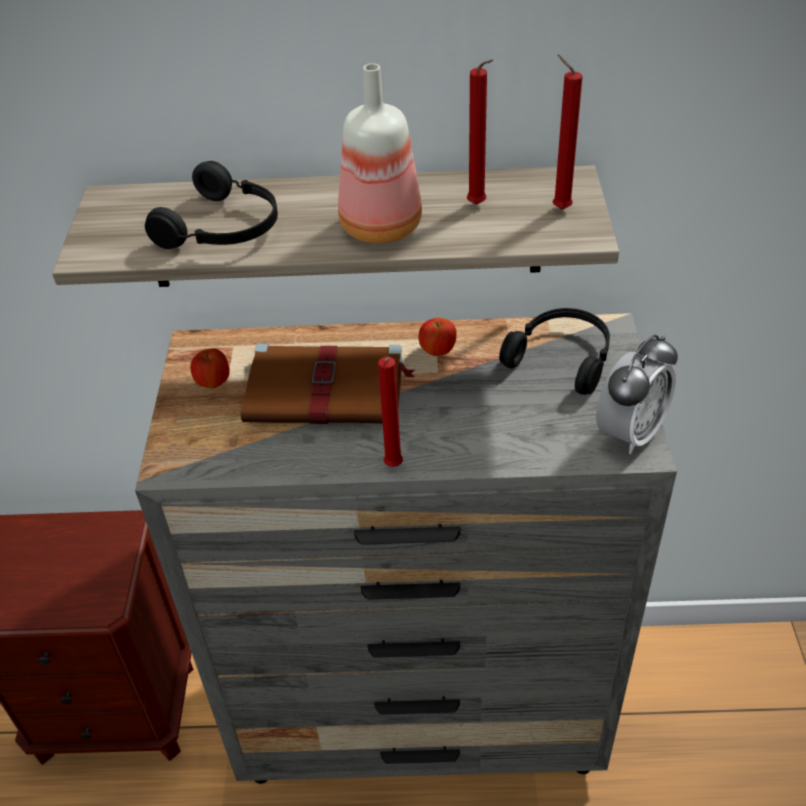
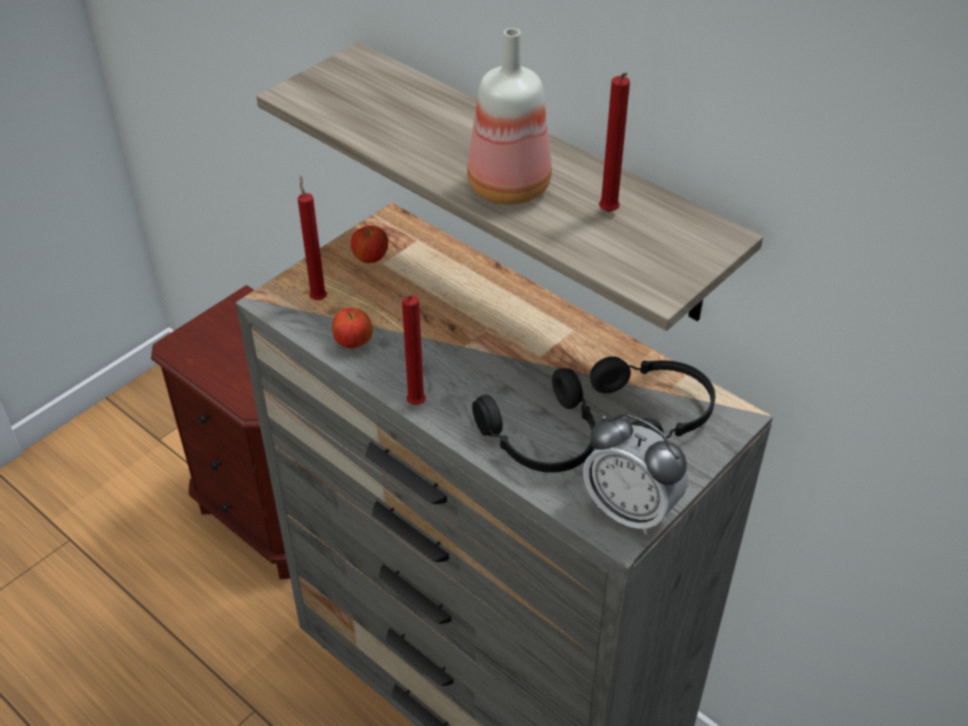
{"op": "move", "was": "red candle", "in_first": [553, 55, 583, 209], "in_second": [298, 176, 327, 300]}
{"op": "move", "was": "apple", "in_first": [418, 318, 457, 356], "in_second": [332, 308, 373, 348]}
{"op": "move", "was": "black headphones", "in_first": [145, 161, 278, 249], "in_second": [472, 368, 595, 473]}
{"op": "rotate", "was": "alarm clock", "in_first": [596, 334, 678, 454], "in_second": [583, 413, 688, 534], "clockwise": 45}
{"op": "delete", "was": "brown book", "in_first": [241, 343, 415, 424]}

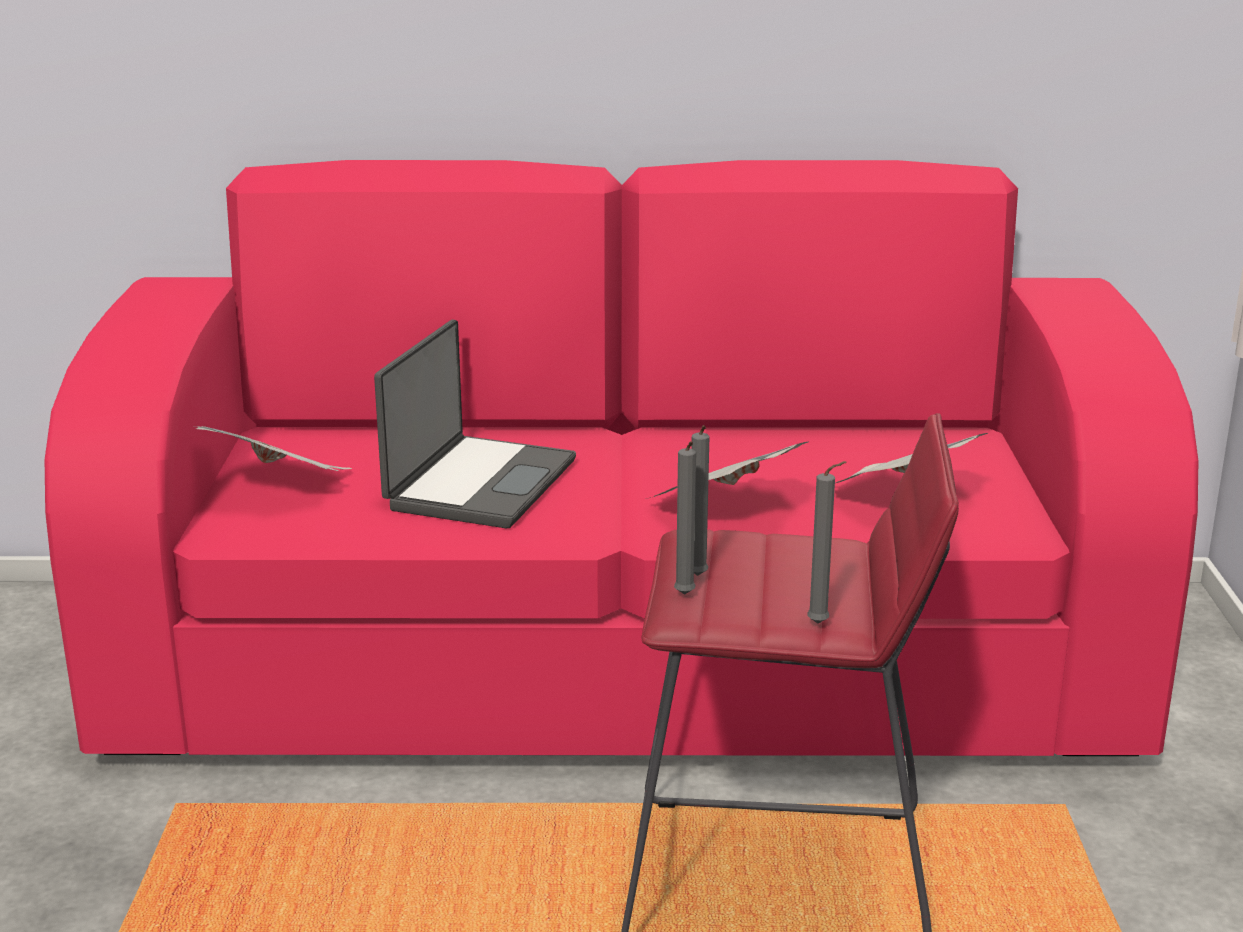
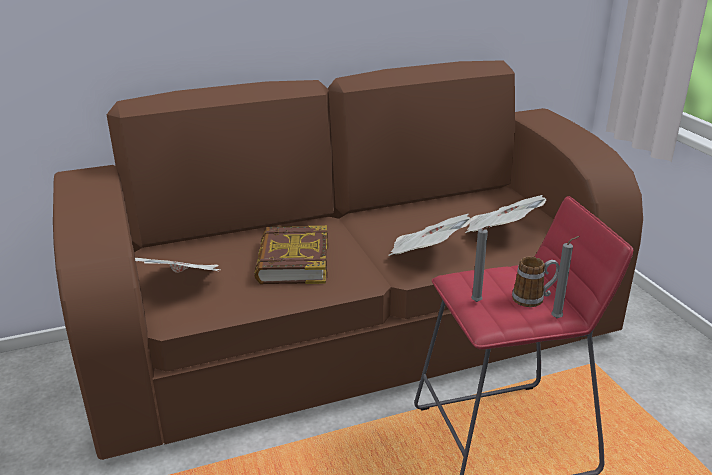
{"op": "recolor", "was": "pink sofa", "now": "brown sofa", "in_first": [45, 160, 1198, 756], "in_second": [53, 60, 643, 460]}
{"op": "replace", "was": "laptop", "now": "book", "in_first": [374, 320, 576, 528], "in_second": [255, 226, 328, 284]}
{"op": "insert", "now": "mug", "in_second": [512, 256, 560, 307]}
{"op": "delete", "was": "grey candle", "in_first": [674, 441, 696, 595]}

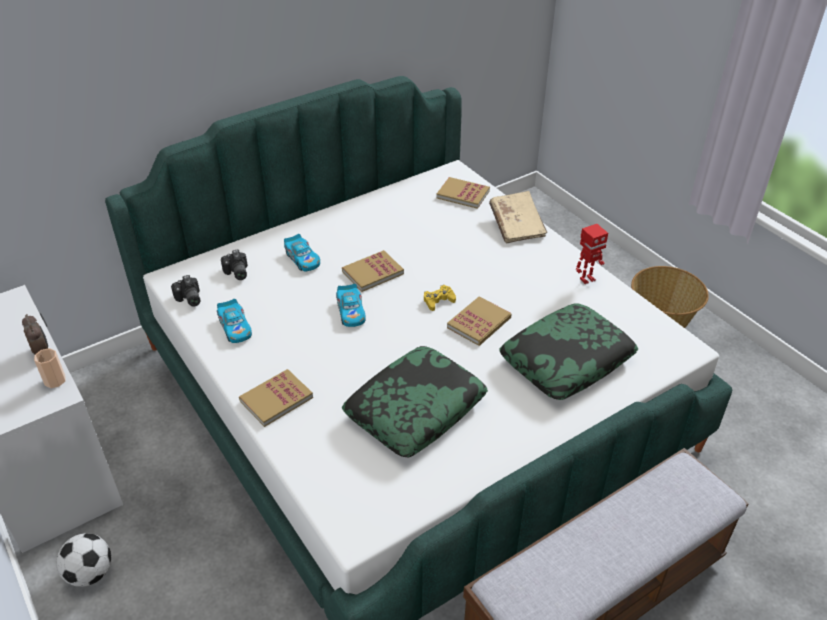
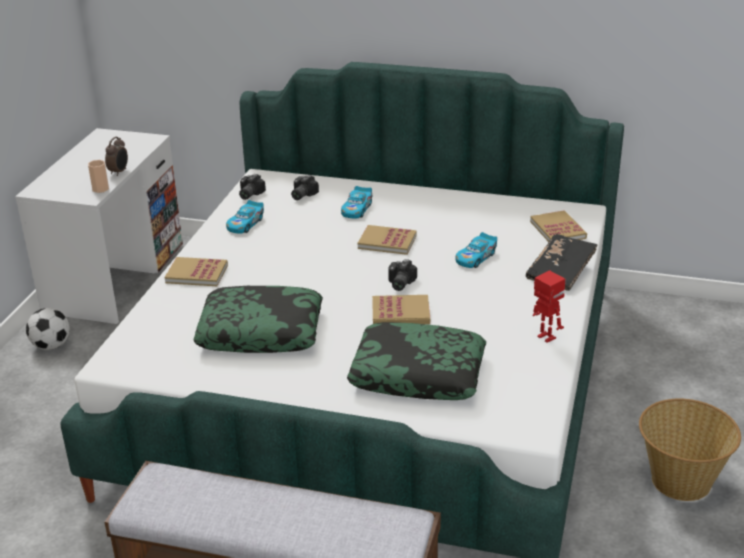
{"op": "replace", "was": "yellow game controller", "now": "photo camera", "in_first": [424, 285, 456, 311], "in_second": [388, 259, 417, 291]}
{"op": "move", "was": "toy car", "in_first": [336, 284, 366, 327], "in_second": [456, 232, 497, 268]}
{"op": "recolor", "was": "beige book", "now": "black book", "in_first": [489, 191, 547, 243], "in_second": [526, 234, 597, 291]}
{"op": "rotate", "was": "toy robot", "in_first": [576, 224, 608, 284], "in_second": [533, 270, 566, 342], "clockwise": -150}

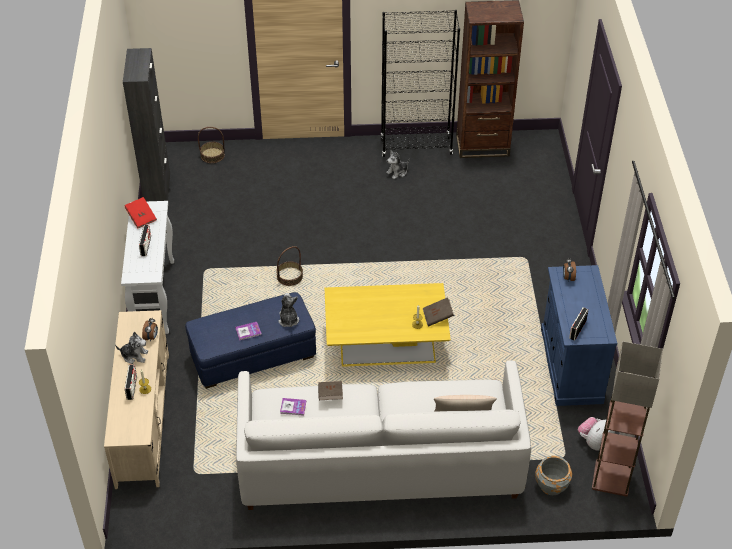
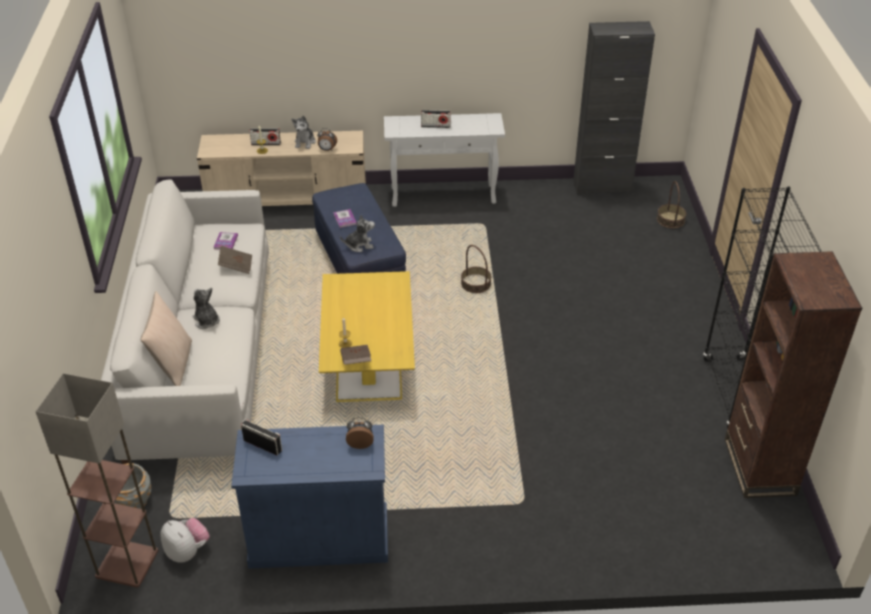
{"op": "move", "was": "plush toy", "in_first": [386, 150, 410, 179], "in_second": [192, 288, 220, 329]}
{"op": "delete", "was": "red book", "in_first": [125, 197, 157, 229]}

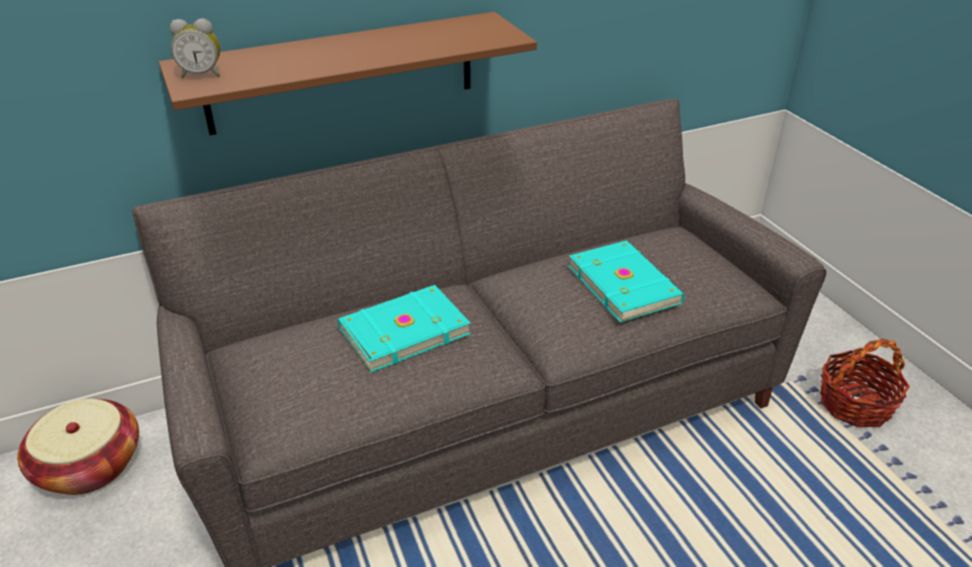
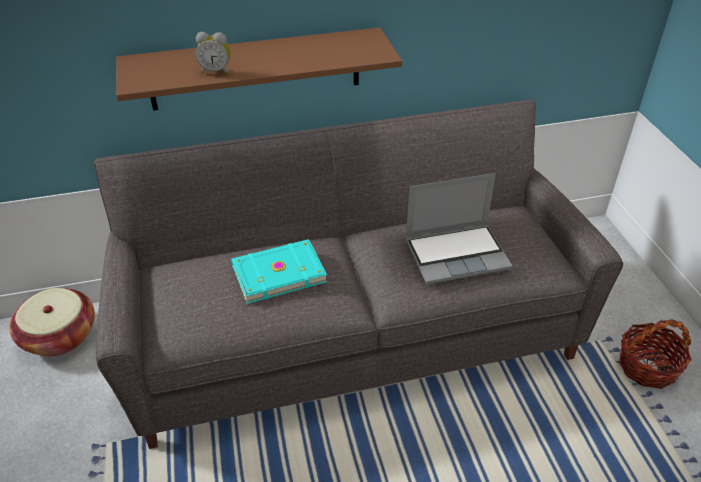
{"op": "move", "was": "alarm clock", "in_first": [170, 18, 220, 78], "in_second": [195, 32, 231, 74]}
{"op": "replace", "was": "turquoise book", "now": "laptop", "in_first": [568, 241, 685, 323], "in_second": [405, 173, 513, 284]}

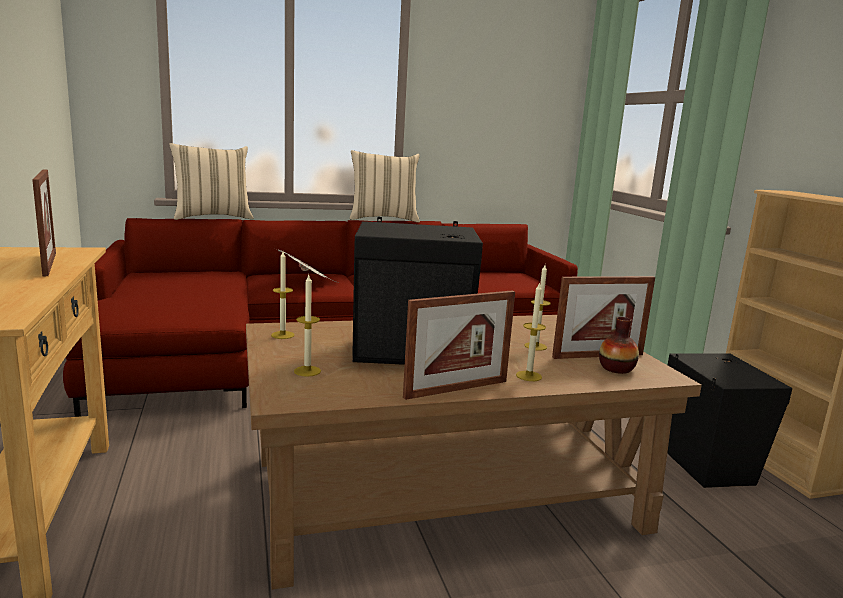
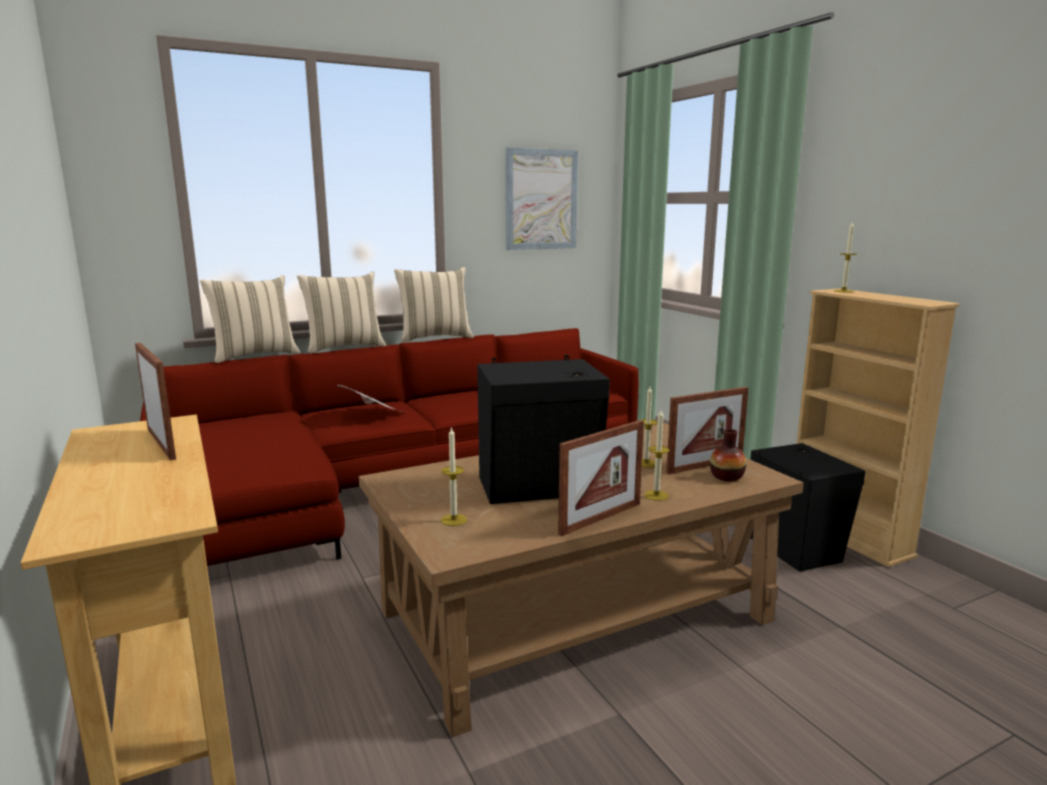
{"op": "insert", "now": "beige pillow", "in_second": [297, 272, 386, 354]}
{"op": "insert", "now": "picture", "in_second": [505, 148, 578, 250]}
{"op": "move", "was": "candle", "in_first": [271, 252, 295, 339], "in_second": [834, 222, 857, 293]}

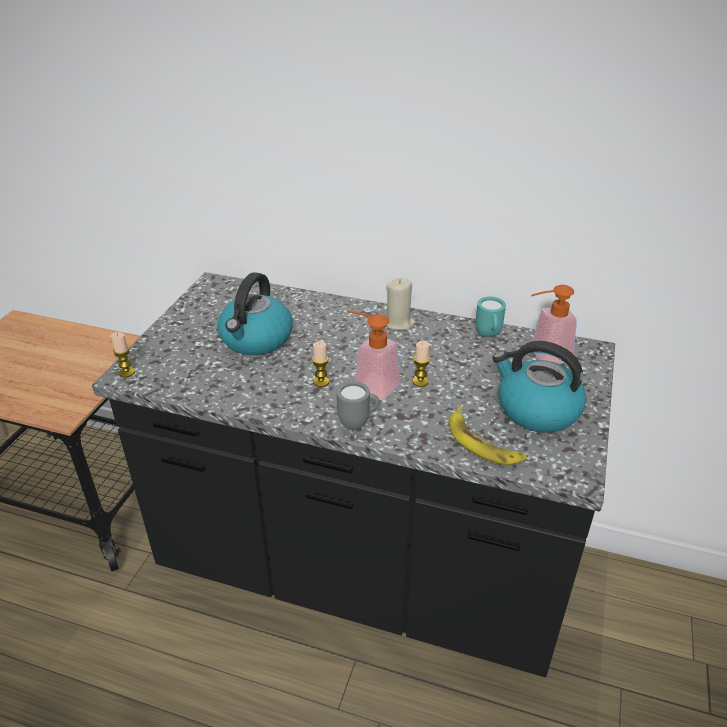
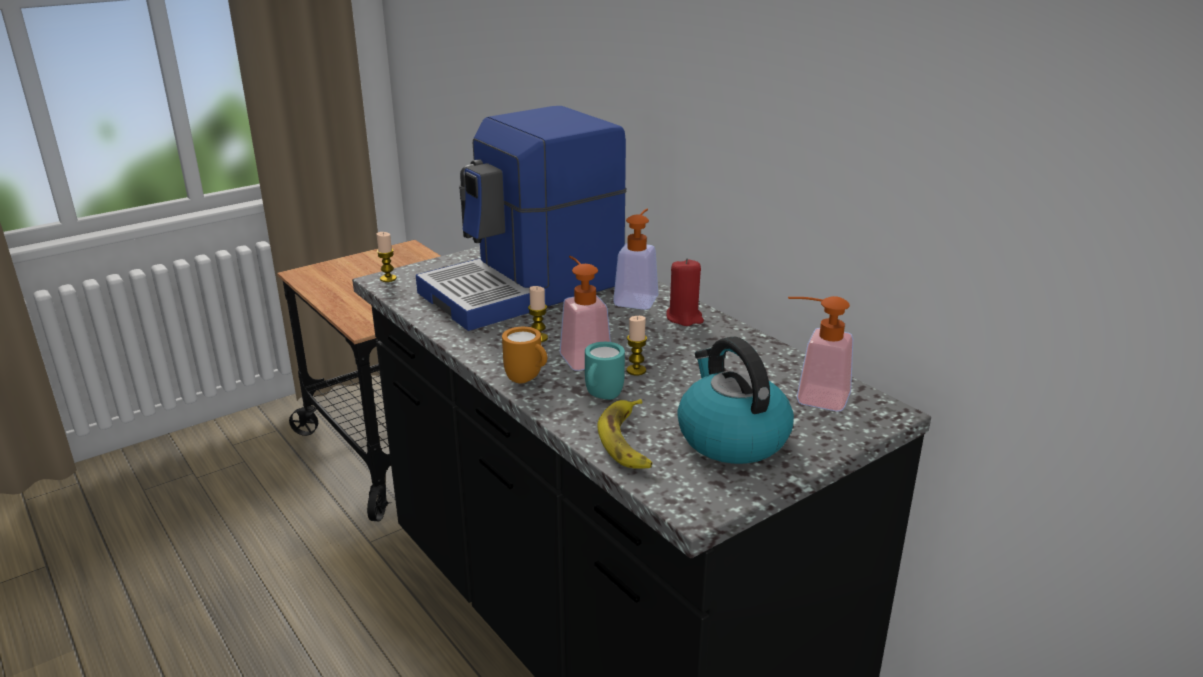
{"op": "replace", "was": "kettle", "now": "coffee machine", "in_first": [217, 272, 293, 355], "in_second": [416, 106, 626, 331]}
{"op": "recolor", "was": "grey mug", "now": "orange mug", "in_first": [337, 381, 380, 430], "in_second": [502, 327, 547, 384]}
{"op": "move", "was": "turquoise mug", "in_first": [476, 297, 506, 337], "in_second": [585, 342, 625, 400]}
{"op": "insert", "now": "soap dispenser", "in_second": [613, 209, 659, 310]}
{"op": "recolor", "was": "beige candle", "now": "red candle", "in_first": [386, 278, 416, 330], "in_second": [666, 258, 704, 326]}

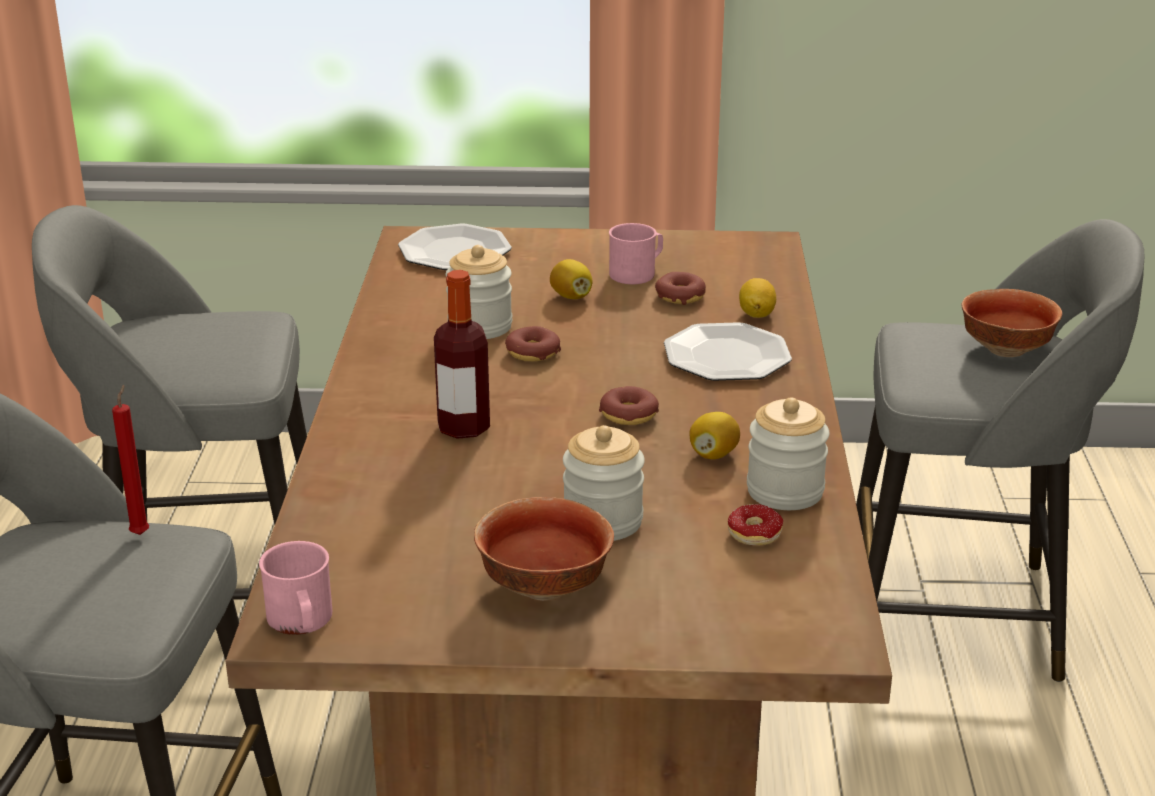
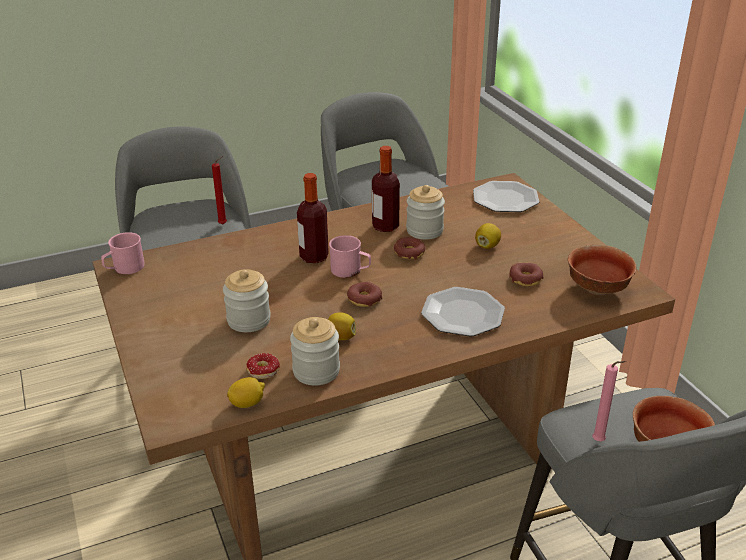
{"op": "move", "was": "lemon", "in_first": [739, 278, 776, 318], "in_second": [227, 377, 265, 408]}
{"op": "move", "was": "pink mug", "in_first": [609, 223, 663, 284], "in_second": [329, 235, 371, 278]}
{"op": "insert", "now": "bottle", "in_second": [372, 146, 400, 232]}
{"op": "move", "was": "bowl", "in_first": [474, 497, 614, 601], "in_second": [568, 244, 636, 295]}
{"op": "insert", "now": "pink candle", "in_second": [593, 361, 626, 441]}

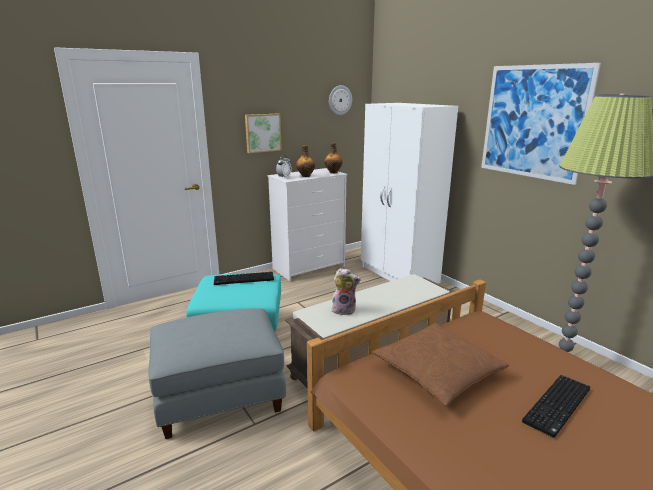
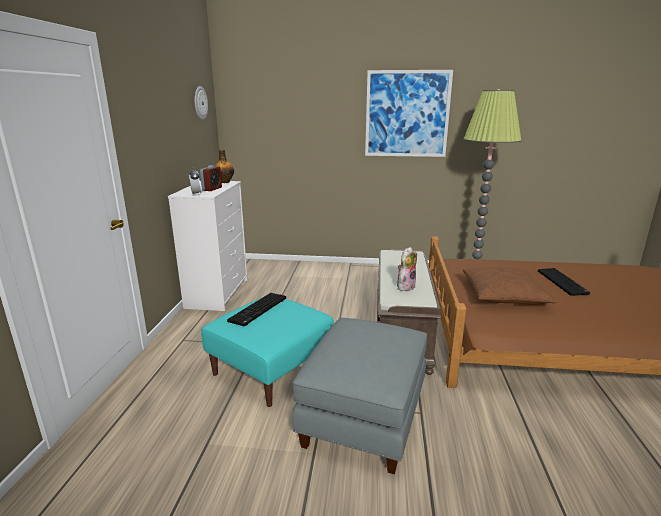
{"op": "replace", "was": "bottle", "now": "alarm clock", "in_first": [296, 145, 315, 177], "in_second": [200, 165, 222, 191]}
{"op": "delete", "was": "picture", "in_first": [245, 114, 282, 153]}
{"op": "delete", "was": "white wardrobe", "in_first": [361, 103, 458, 284]}

